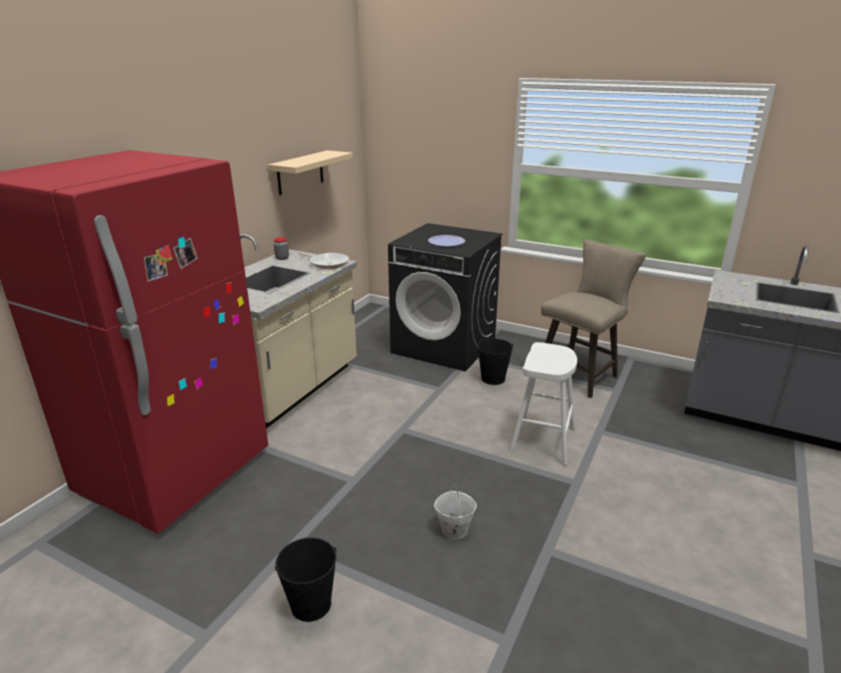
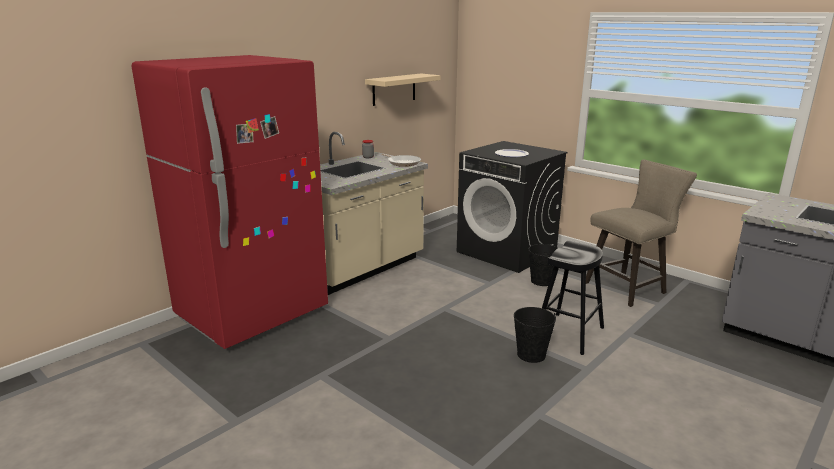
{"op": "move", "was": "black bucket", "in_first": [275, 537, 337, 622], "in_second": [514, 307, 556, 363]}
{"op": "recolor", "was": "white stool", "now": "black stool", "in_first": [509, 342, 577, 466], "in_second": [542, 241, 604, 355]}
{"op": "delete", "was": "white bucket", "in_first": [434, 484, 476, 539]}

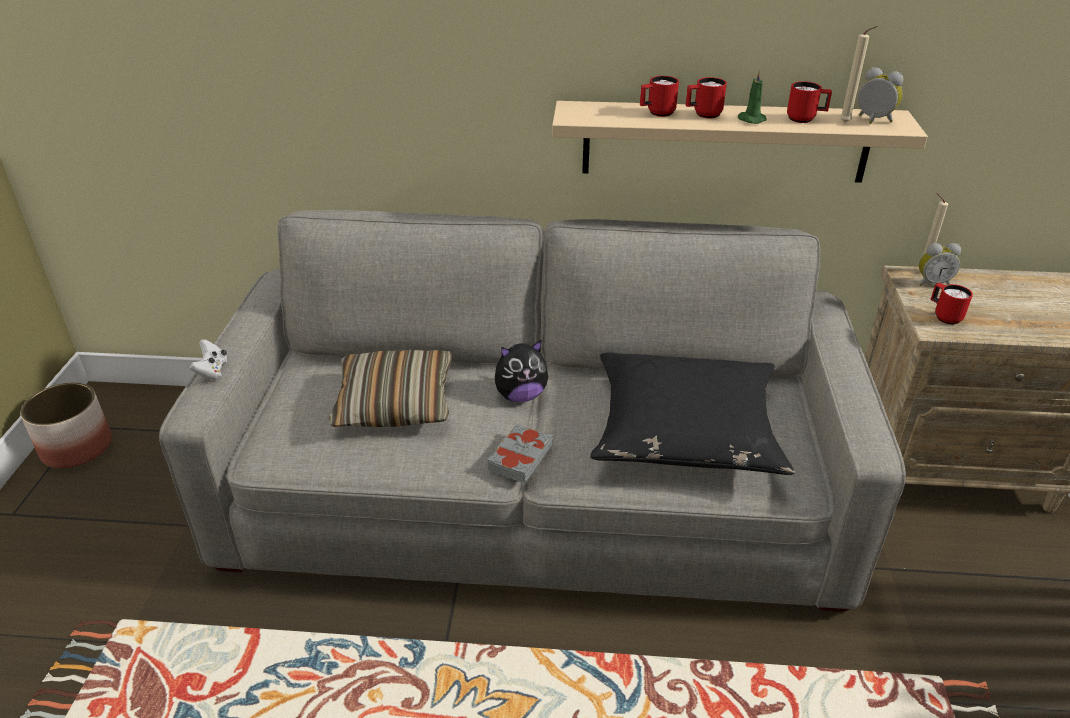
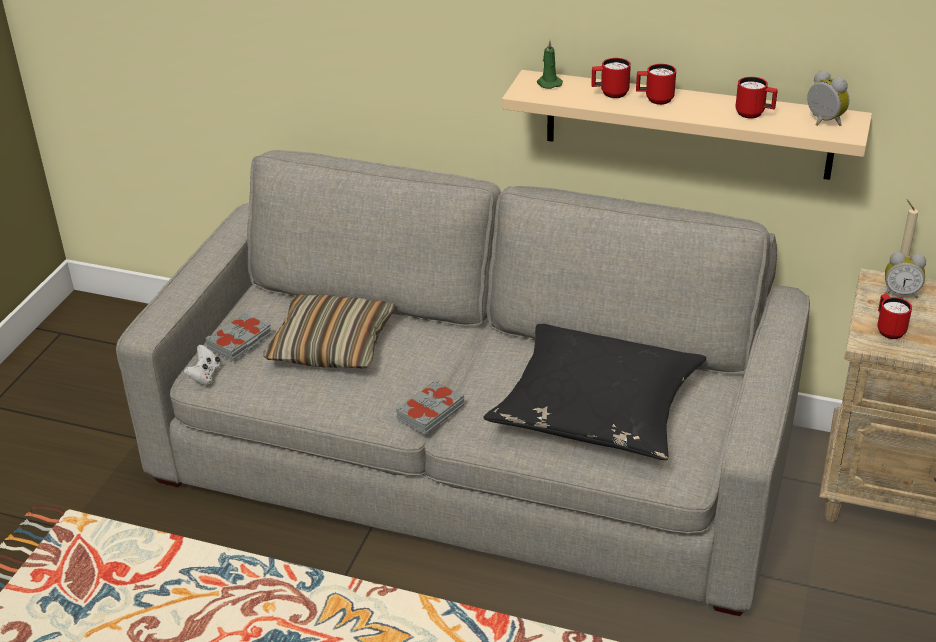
{"op": "move", "was": "white game controller", "in_first": [189, 339, 227, 380], "in_second": [184, 345, 220, 385]}
{"op": "insert", "now": "grey book", "in_second": [206, 312, 272, 361]}
{"op": "move", "was": "green candle", "in_first": [738, 70, 766, 124], "in_second": [537, 40, 563, 89]}
{"op": "delete", "was": "planter", "in_first": [20, 382, 112, 469]}
{"op": "delete", "was": "plush toy", "in_first": [495, 340, 548, 402]}
{"op": "delete", "was": "beige candle", "in_first": [840, 26, 878, 122]}

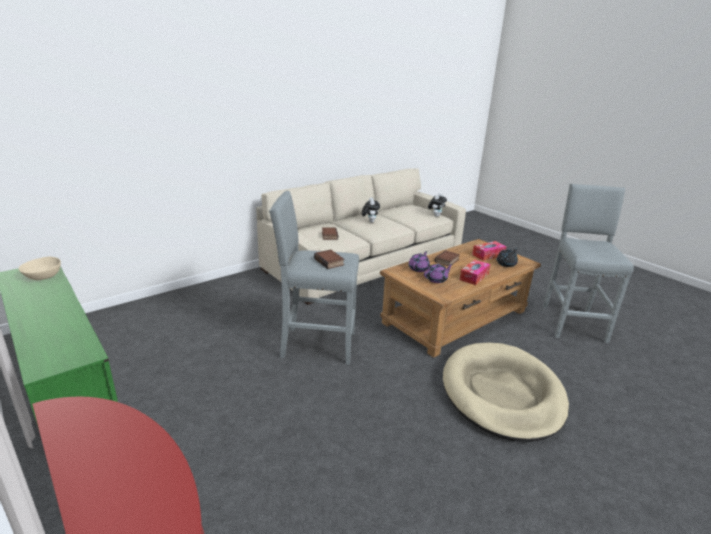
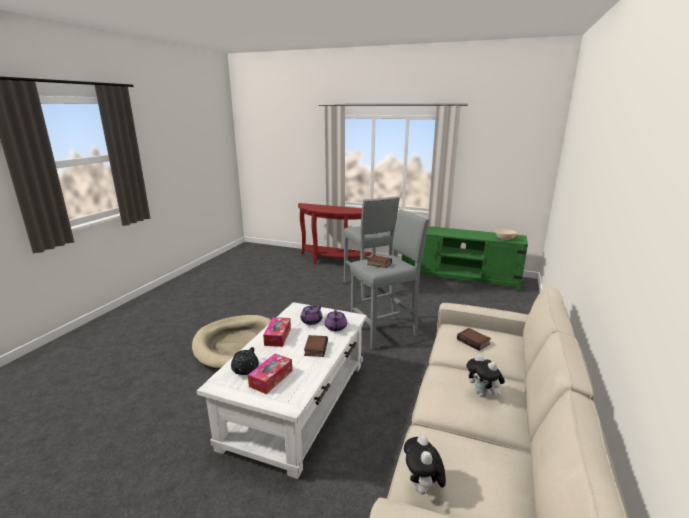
{"op": "recolor", "was": "brown coffee table", "now": "white coffee table", "in_first": [380, 239, 541, 358], "in_second": [197, 302, 367, 479]}
{"op": "move", "was": "grey stool", "in_first": [543, 184, 634, 343], "in_second": [343, 196, 400, 298]}

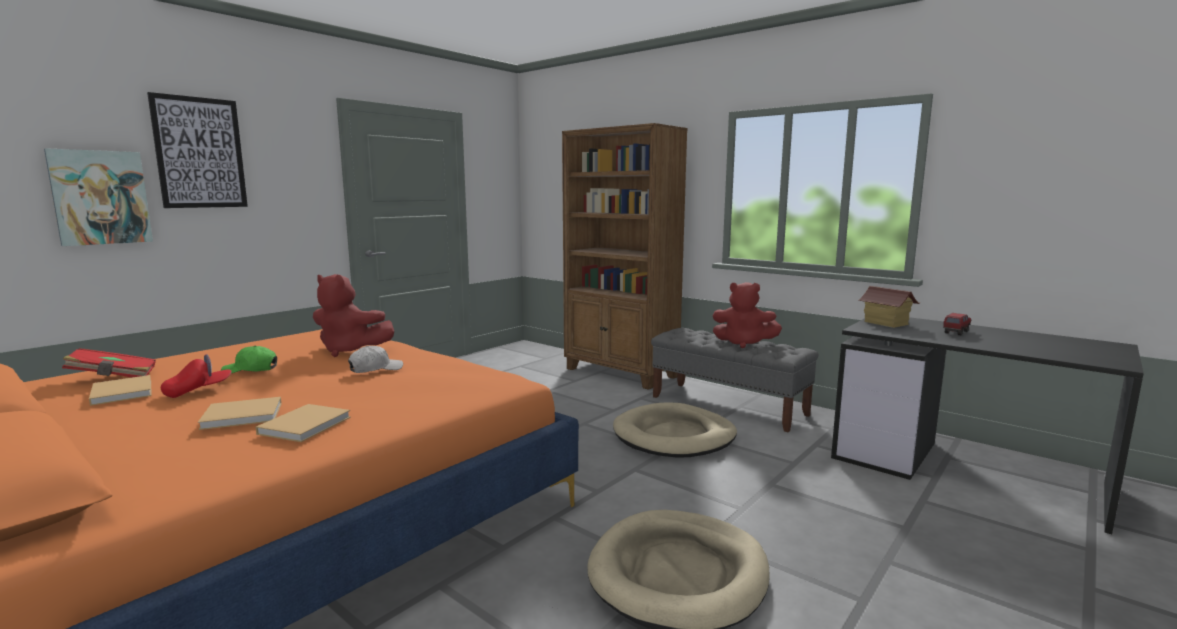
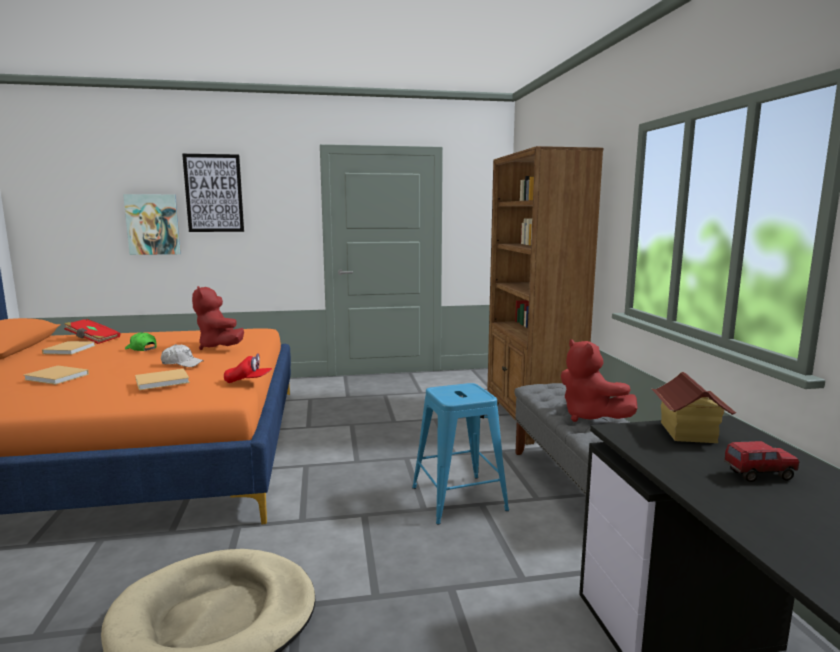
{"op": "move", "was": "beige book", "in_first": [256, 404, 351, 442], "in_second": [135, 369, 190, 390]}
{"op": "move", "was": "red cap", "in_first": [161, 354, 232, 398], "in_second": [224, 353, 272, 383]}
{"op": "replace", "was": "beige dog bed", "now": "blue stool", "in_first": [613, 403, 737, 458], "in_second": [412, 383, 509, 525]}

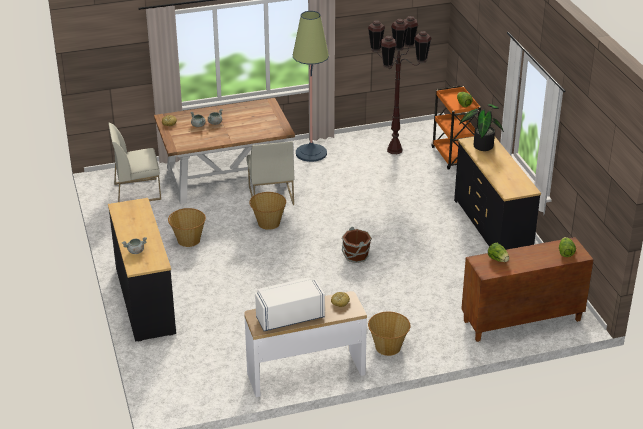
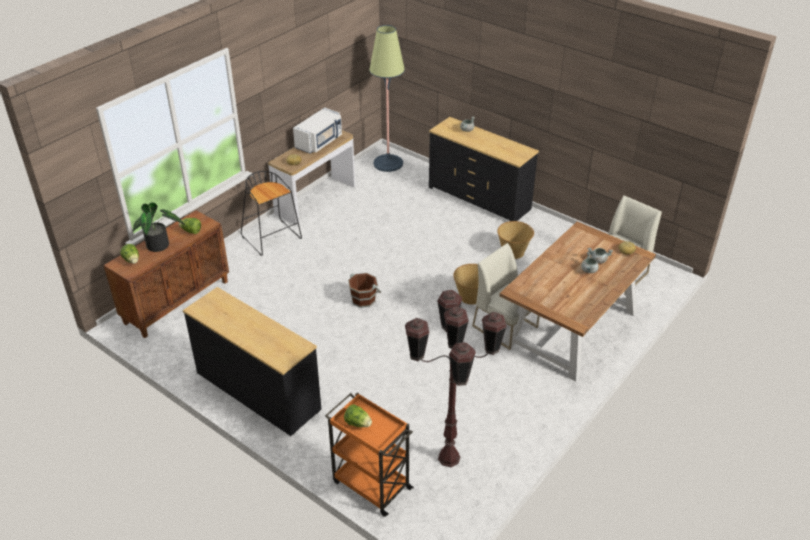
{"op": "move", "was": "potted plant", "in_first": [459, 104, 504, 151], "in_second": [132, 202, 185, 252]}
{"op": "replace", "was": "basket", "now": "black stool", "in_first": [368, 312, 410, 356], "in_second": [241, 171, 302, 256]}
{"op": "move", "was": "floor lamp", "in_first": [293, 11, 329, 162], "in_second": [369, 25, 405, 172]}

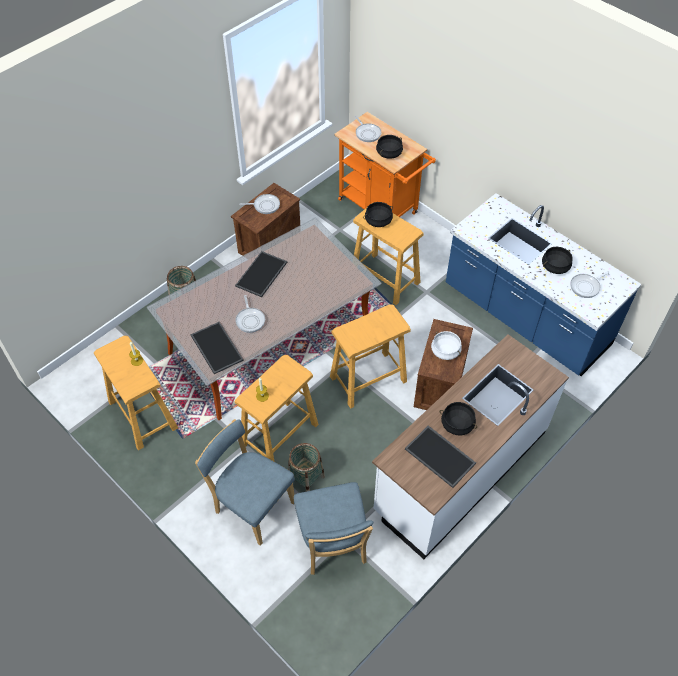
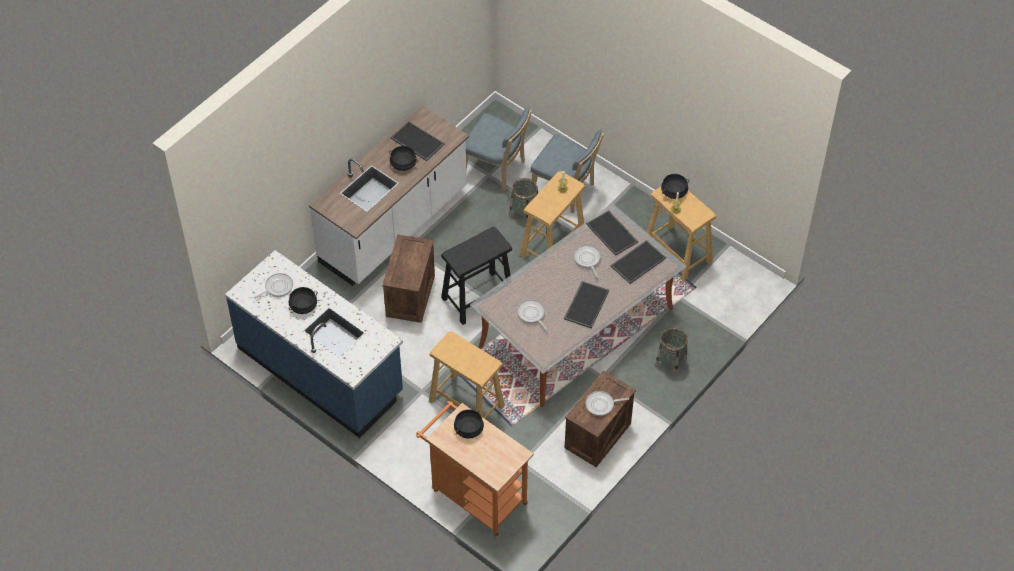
{"op": "recolor", "was": "beige stool", "now": "black stool", "in_first": [330, 304, 411, 408], "in_second": [441, 227, 512, 325]}
{"op": "rotate", "was": "blue chair", "in_first": [294, 482, 373, 575], "in_second": [466, 106, 532, 191], "clockwise": 135}
{"op": "move", "was": "frying pan", "in_first": [355, 116, 381, 142], "in_second": [517, 300, 548, 331]}
{"op": "insert", "now": "tray", "in_second": [610, 240, 666, 284]}
{"op": "move", "was": "black cooking pot", "in_first": [363, 202, 393, 227], "in_second": [661, 174, 689, 199]}
{"op": "delete", "was": "white cooking pot", "in_first": [431, 331, 462, 360]}

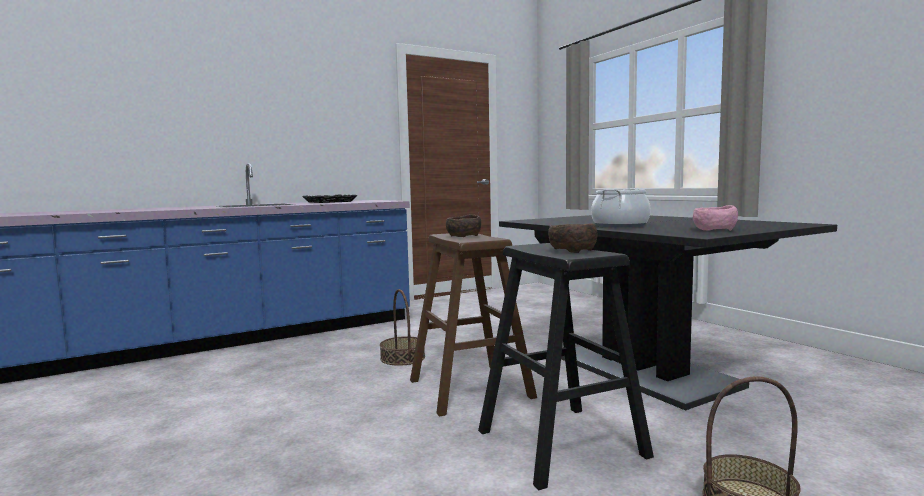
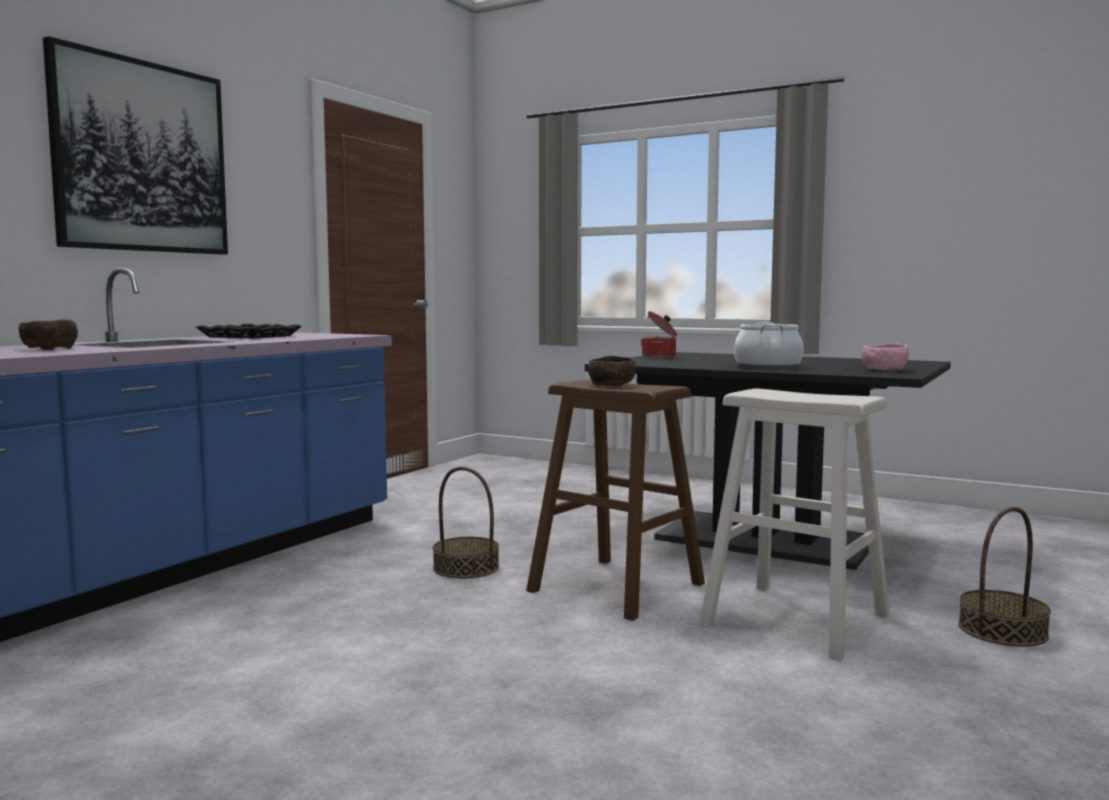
{"op": "move", "was": "brown bowl", "in_first": [548, 224, 598, 253], "in_second": [19, 319, 78, 350]}
{"op": "insert", "now": "picture", "in_second": [43, 36, 228, 255]}
{"op": "insert", "now": "cooking pot", "in_second": [641, 311, 677, 358]}
{"op": "recolor", "was": "black stool", "now": "beige stool", "in_first": [478, 243, 654, 490], "in_second": [699, 389, 889, 661]}

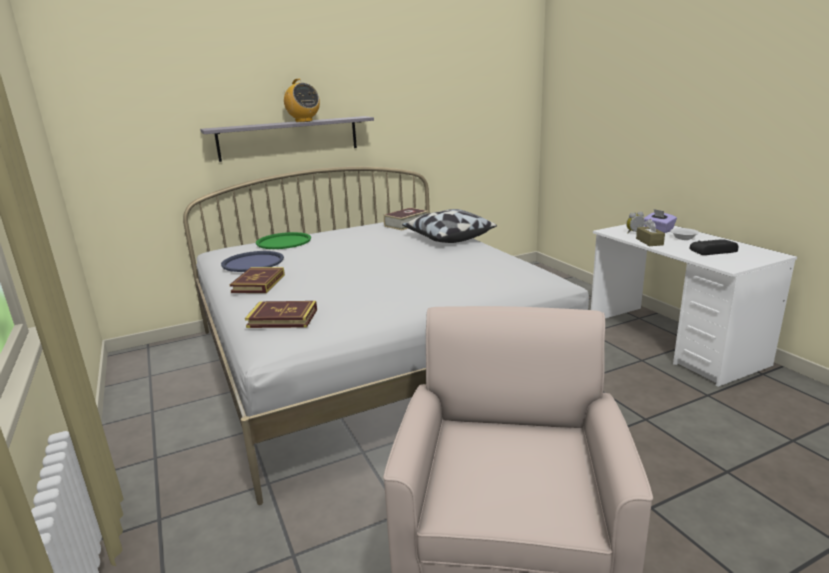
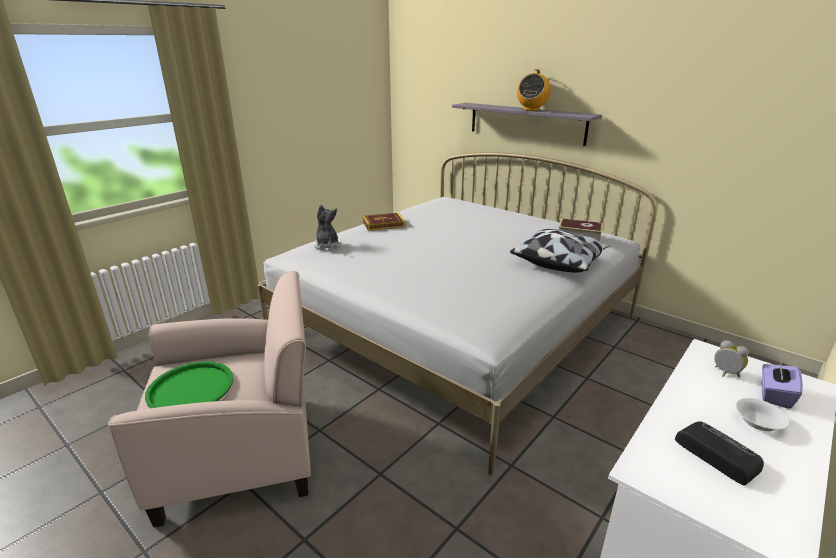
{"op": "move", "was": "green tray", "in_first": [256, 232, 311, 249], "in_second": [145, 361, 233, 408]}
{"op": "replace", "was": "book", "now": "plush toy", "in_first": [245, 301, 317, 328], "in_second": [314, 204, 341, 250]}
{"op": "delete", "was": "blue tray", "in_first": [221, 251, 284, 272]}
{"op": "delete", "was": "brown tissue box", "in_first": [636, 219, 665, 246]}

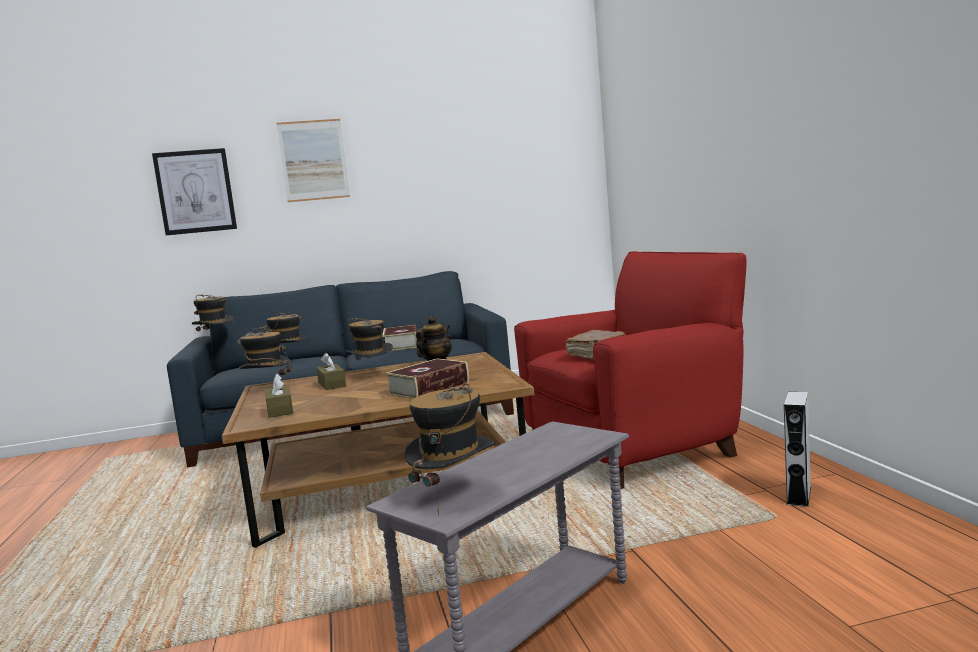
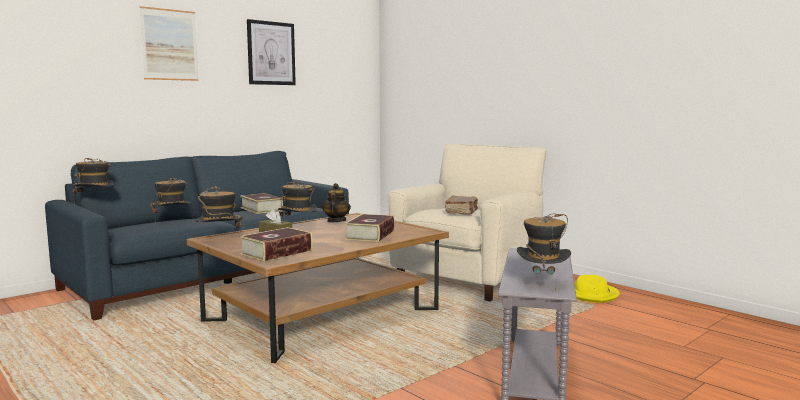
{"op": "replace", "was": "brown tissue box", "now": "book", "in_first": [265, 374, 293, 418], "in_second": [240, 227, 313, 261]}
{"op": "move", "was": "picture", "in_first": [152, 148, 237, 235], "in_second": [247, 19, 296, 85]}
{"op": "recolor", "was": "red armchair", "now": "beige armchair", "in_first": [514, 251, 746, 489], "in_second": [388, 143, 546, 301]}
{"op": "replace", "was": "grey speaker", "now": "yellow hat", "in_first": [784, 392, 811, 507], "in_second": [574, 275, 620, 303]}

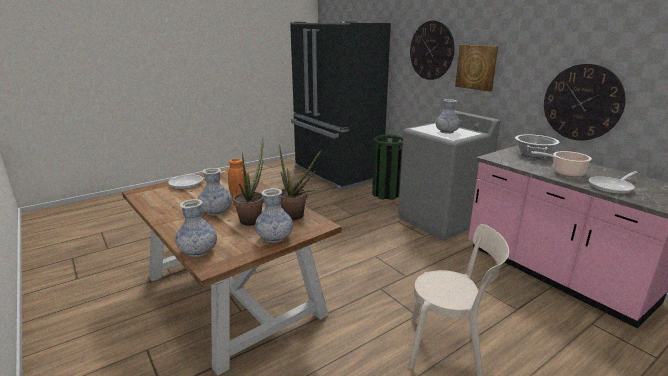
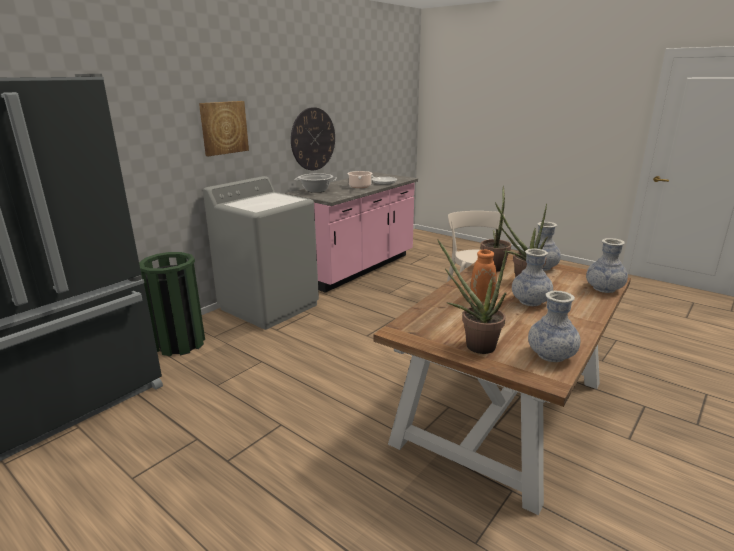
{"op": "replace", "was": "frying pan", "now": "potted plant", "in_first": [168, 171, 225, 189], "in_second": [437, 239, 507, 354]}
{"op": "move", "was": "vase", "in_first": [436, 99, 460, 134], "in_second": [528, 291, 581, 362]}
{"op": "delete", "was": "wall clock", "in_first": [410, 20, 454, 80]}

